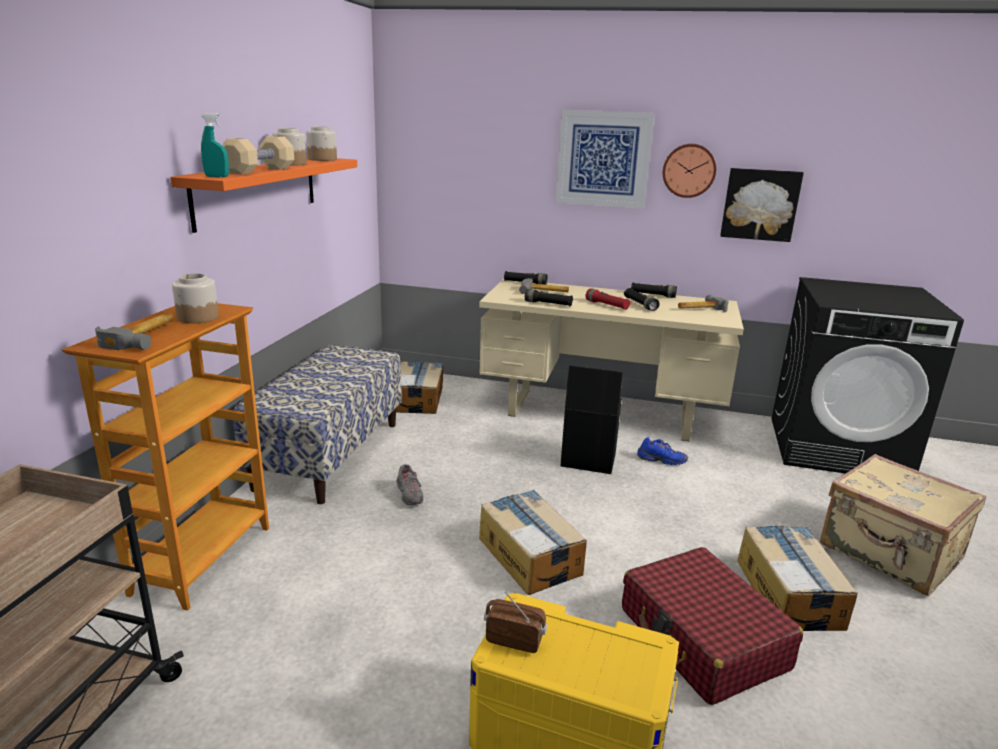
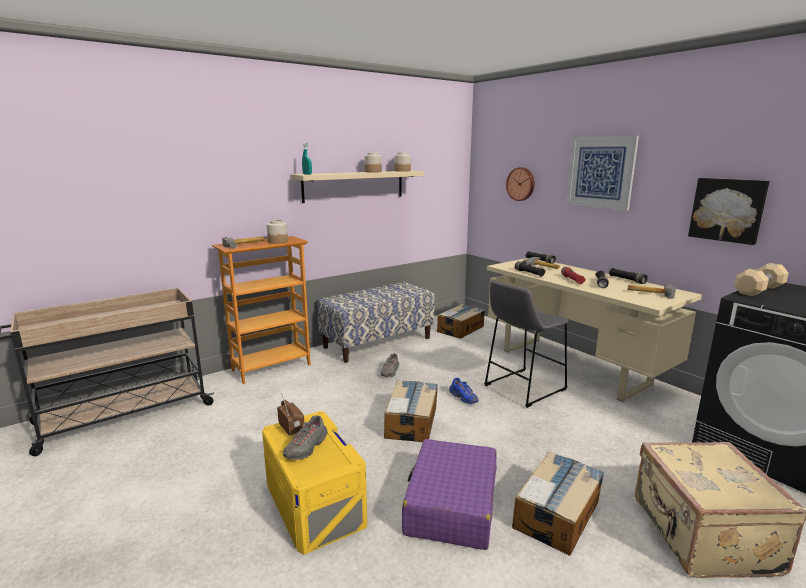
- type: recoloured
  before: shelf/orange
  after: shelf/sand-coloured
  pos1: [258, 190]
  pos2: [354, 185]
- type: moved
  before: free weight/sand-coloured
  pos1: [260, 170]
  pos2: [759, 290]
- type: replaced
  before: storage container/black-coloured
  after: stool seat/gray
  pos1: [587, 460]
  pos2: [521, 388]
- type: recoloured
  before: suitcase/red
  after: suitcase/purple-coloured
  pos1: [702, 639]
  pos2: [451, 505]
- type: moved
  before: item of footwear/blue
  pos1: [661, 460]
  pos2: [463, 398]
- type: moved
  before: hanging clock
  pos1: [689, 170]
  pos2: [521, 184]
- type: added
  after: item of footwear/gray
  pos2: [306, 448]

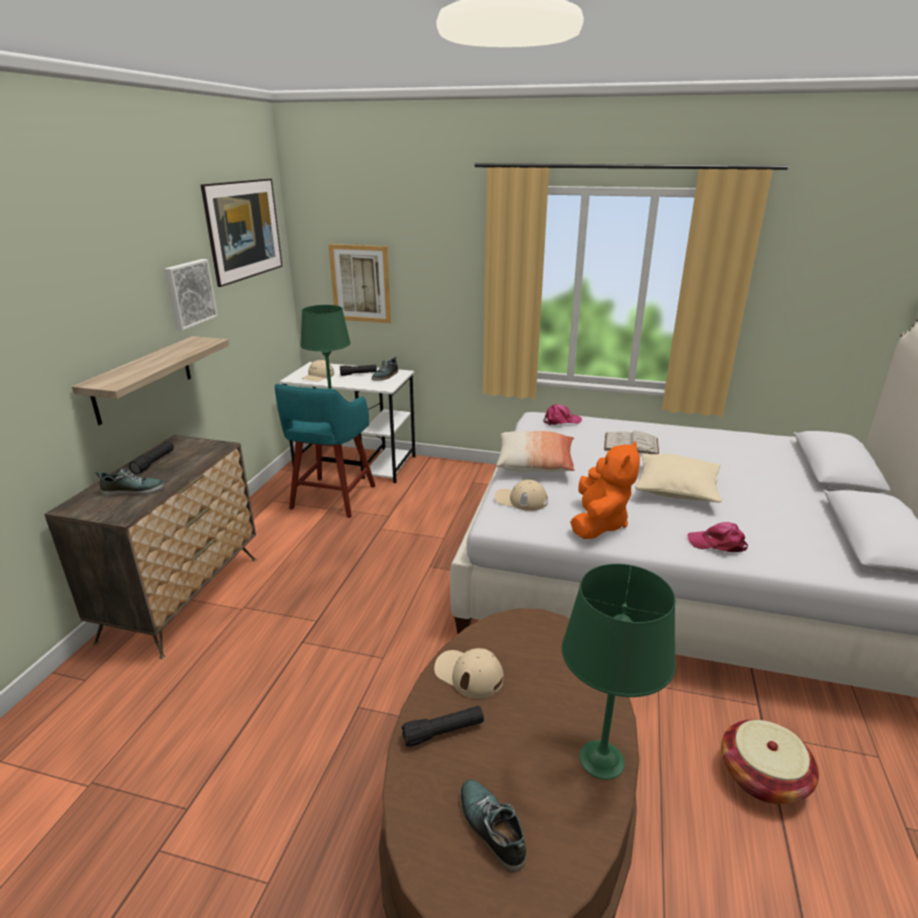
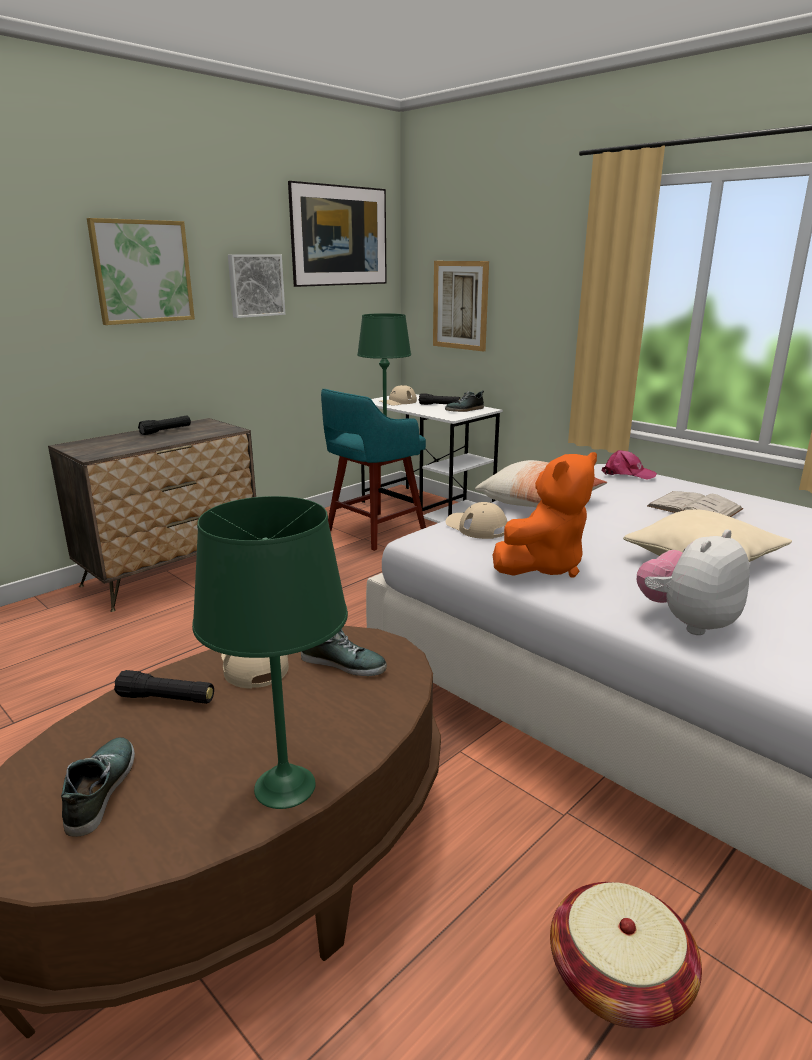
- type: removed
  before: shelf
  pos1: [143, 379]
- type: moved
  before: item of footwear
  pos1: [133, 490]
  pos2: [343, 663]
- type: replaced
  before: baseball cap/pink-coloured
  after: soft toy
  pos1: [717, 543]
  pos2: [687, 622]
- type: added
  after: picture
  pos2: [142, 272]

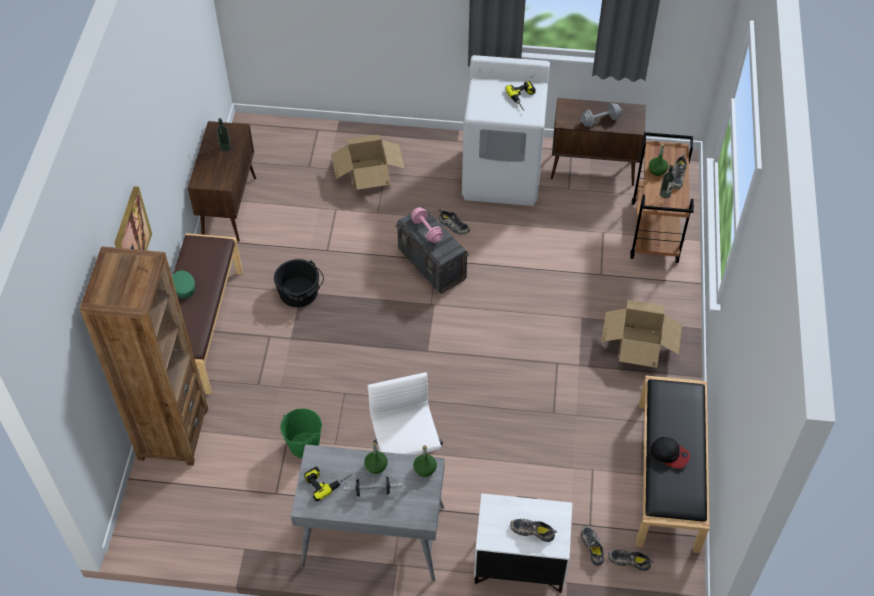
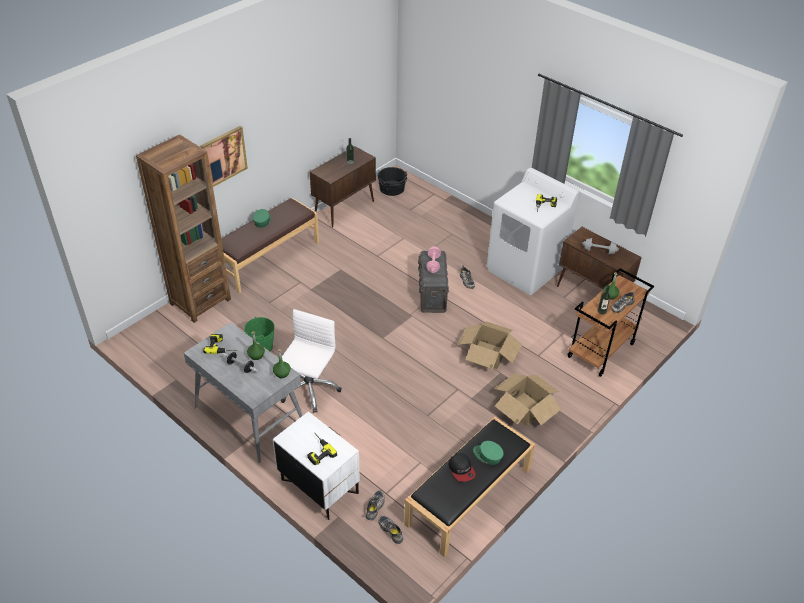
- type: moved
  before: bucket/black-coloured
  pos1: [300, 293]
  pos2: [392, 189]
- type: moved
  before: cardboard box
  pos1: [368, 173]
  pos2: [488, 355]
- type: replaced
  before: item of footwear
  after: electric drill
  pos1: [533, 530]
  pos2: [317, 450]
- type: added
  after: baseball cap/greenish
  pos2: [488, 455]

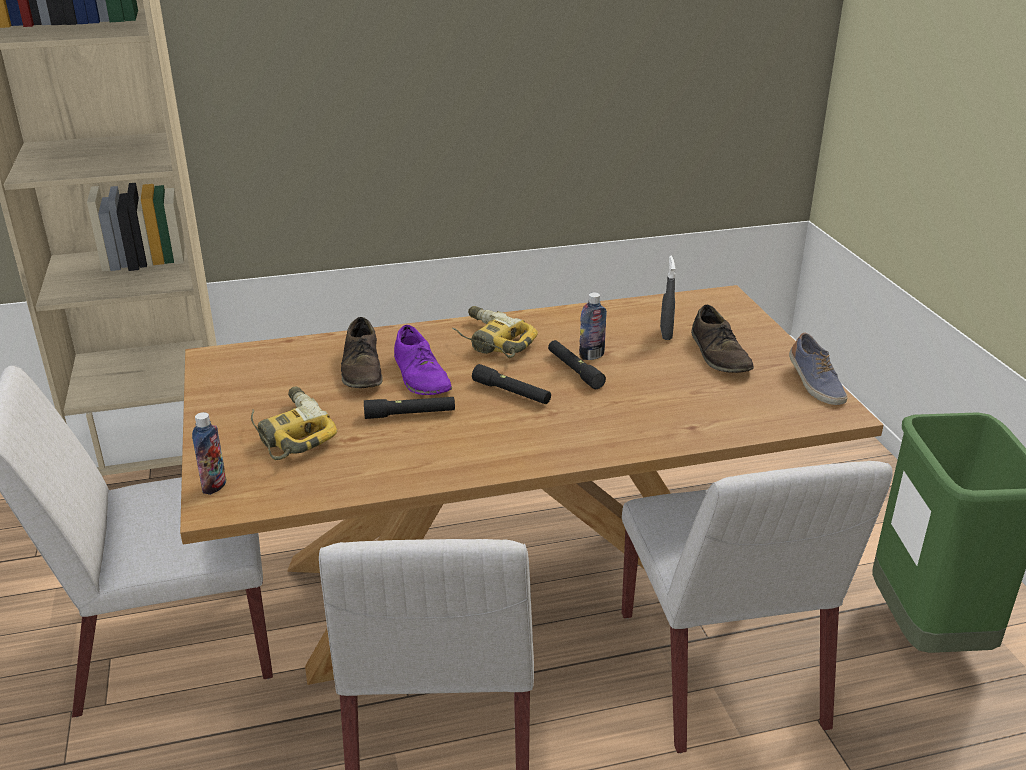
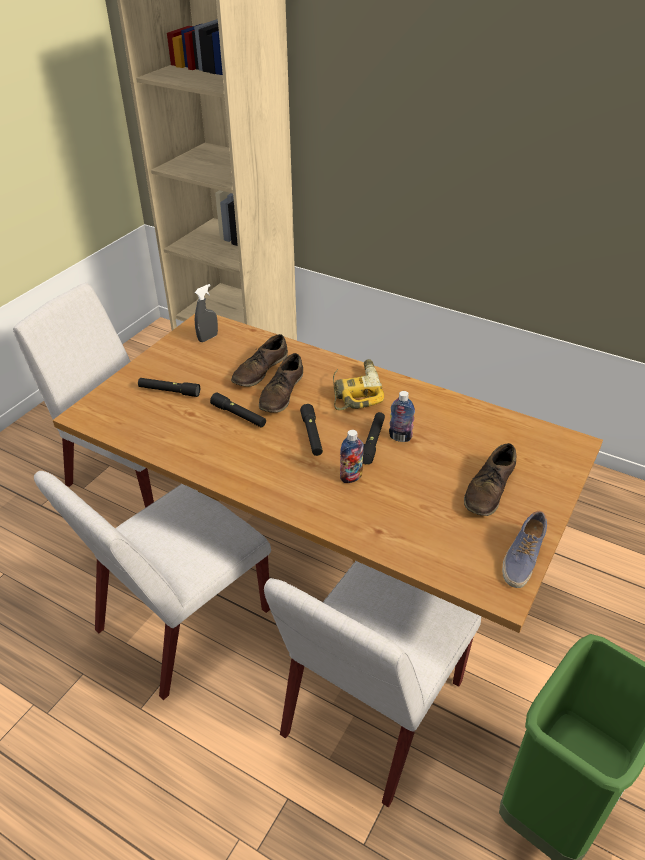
- type: moved
  before: drink bottle
  pos1: [214, 485]
  pos2: [351, 477]
- type: replaced
  before: electric drill
  after: hand torch/black-coloured
  pos1: [289, 433]
  pos2: [169, 391]
- type: recoloured
  before: item of footwear/purple-coloured
  after: item of footwear/brownish
  pos1: [421, 376]
  pos2: [281, 393]
- type: moved
  before: sprayer/gray
  pos1: [666, 334]
  pos2: [208, 338]

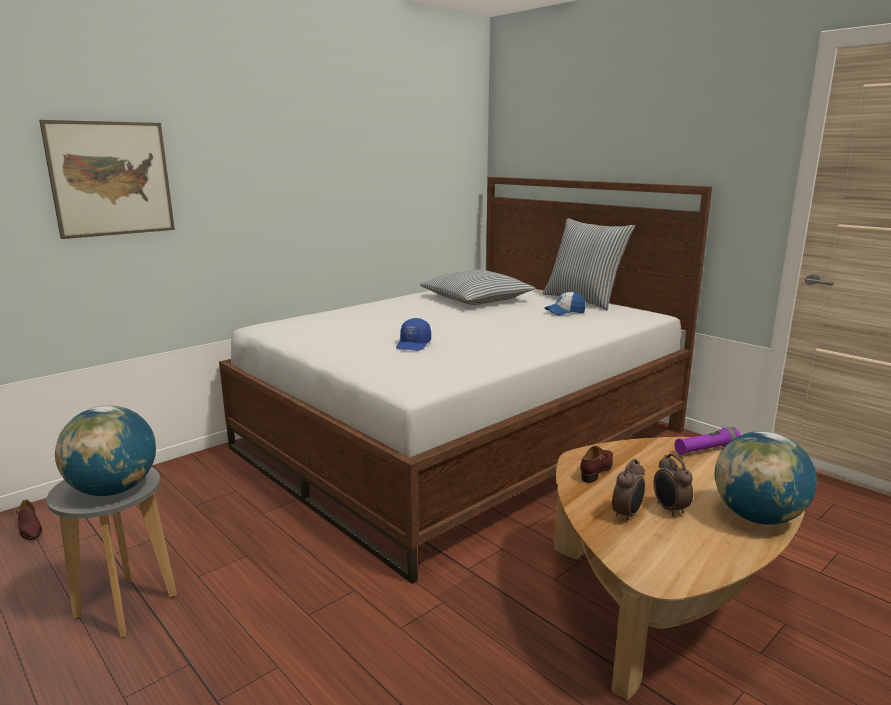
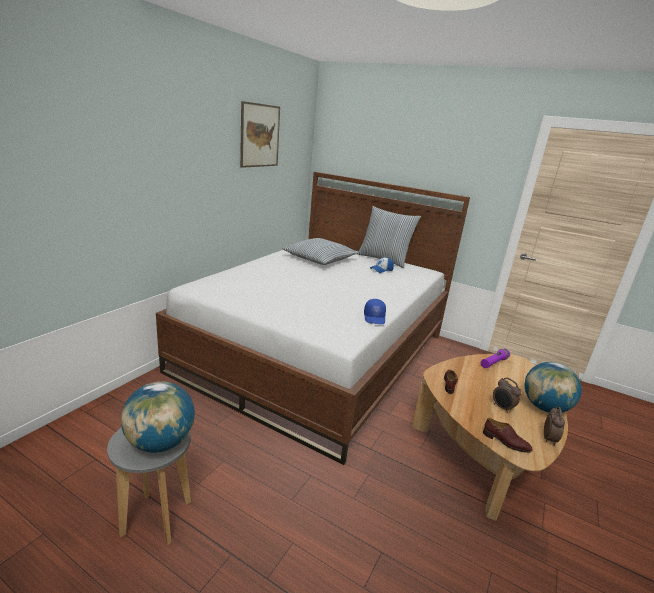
- type: moved
  before: item of footwear/brownish
  pos1: [30, 529]
  pos2: [506, 442]
- type: moved
  before: picture
  pos1: [111, 179]
  pos2: [260, 136]
- type: moved
  before: baseball cap/blue
  pos1: [414, 345]
  pos2: [375, 318]
- type: moved
  before: bedside clock
  pos1: [627, 515]
  pos2: [549, 439]

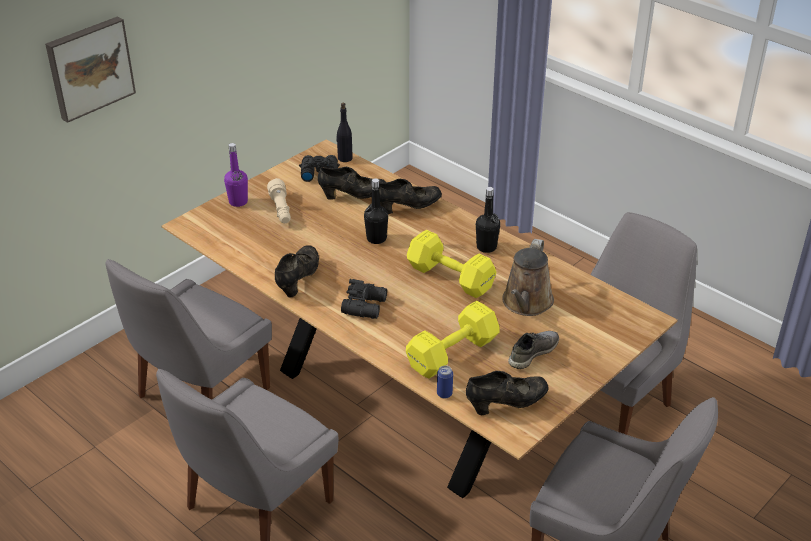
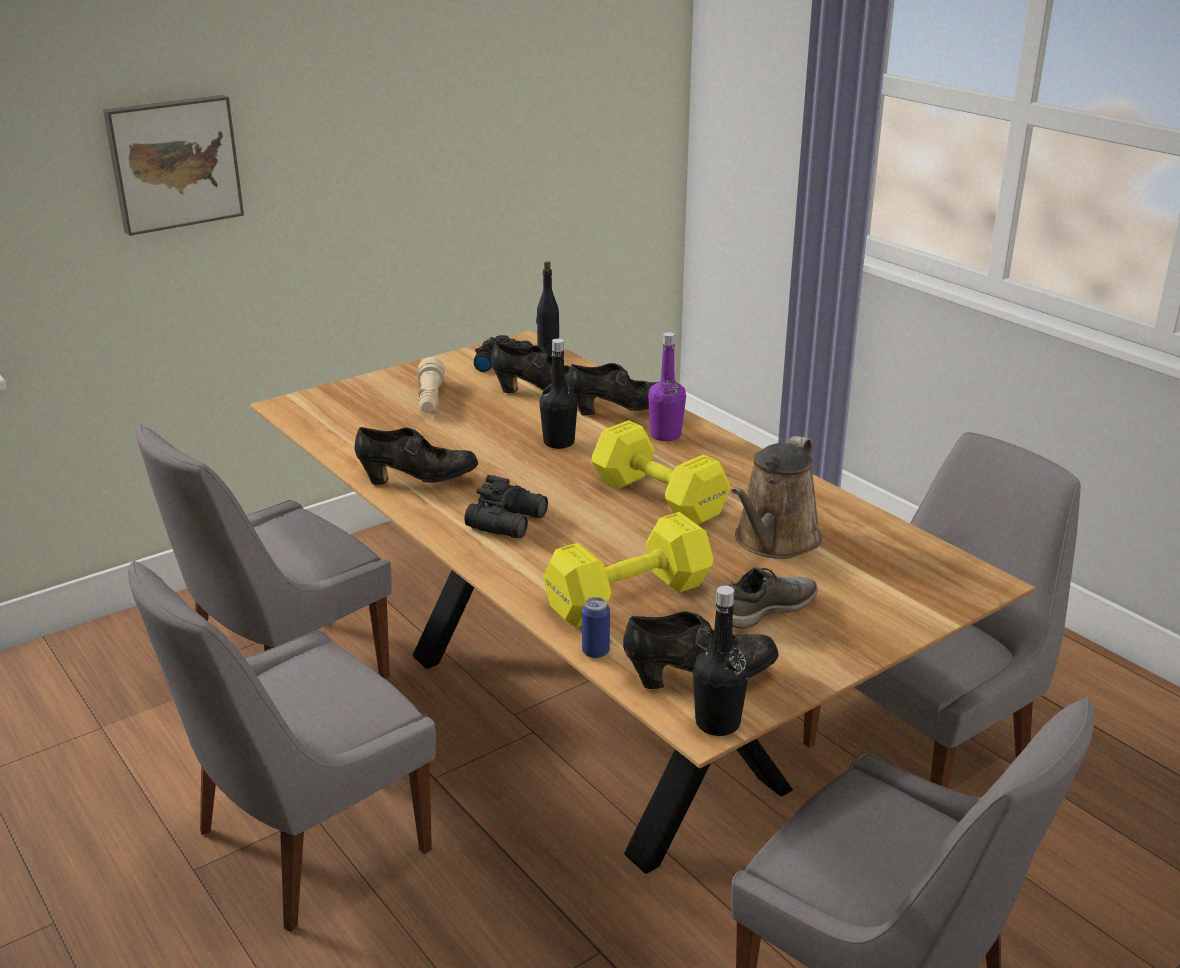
- type: moved
  before: drink bottle/purple-coloured
  pos1: [238, 202]
  pos2: [665, 435]
- type: turned
  before: item of footwear/black-coloured
  pos1: [298, 279]
  pos2: [418, 481]
  turn: 60
- type: moved
  before: drink bottle/black-coloured
  pos1: [486, 247]
  pos2: [717, 723]

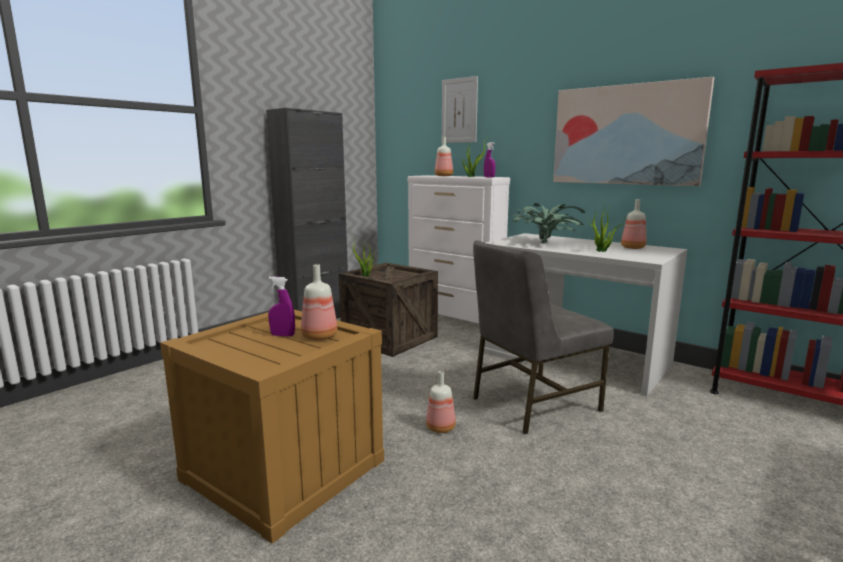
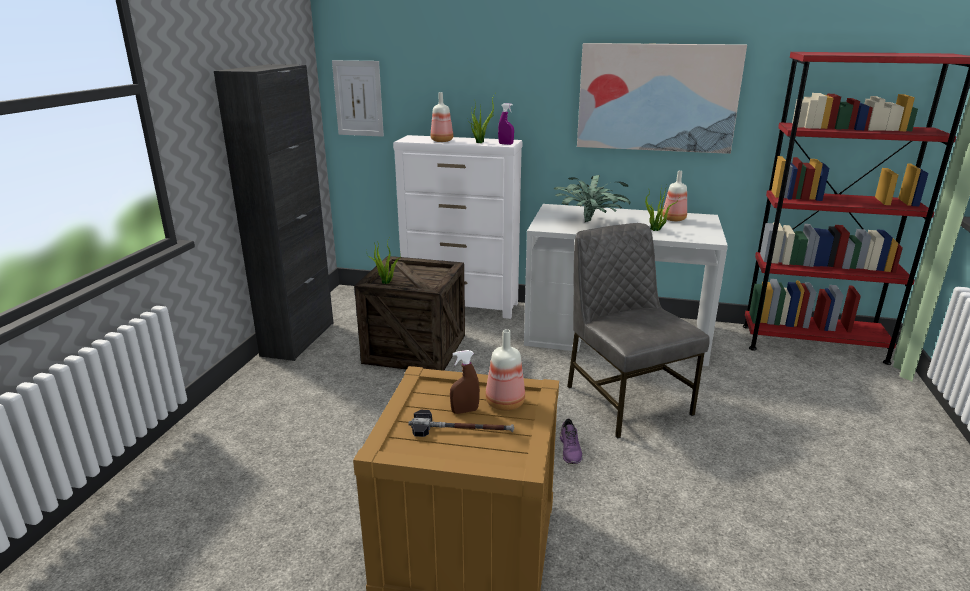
- type: recoloured
  before: sprayer/purple-coloured
  after: sprayer/brownish
  pos1: [282, 335]
  pos2: [465, 411]
- type: replaced
  before: drink bottle
  after: item of footwear/purple-coloured
  pos1: [441, 428]
  pos2: [570, 450]
- type: moved
  before: picture
  pos1: [459, 110]
  pos2: [358, 98]
- type: turned
  before: plain chair/gray
  pos1: [532, 404]
  pos2: [625, 399]
  turn: 120
- type: added
  after: hammer
  pos2: [461, 430]

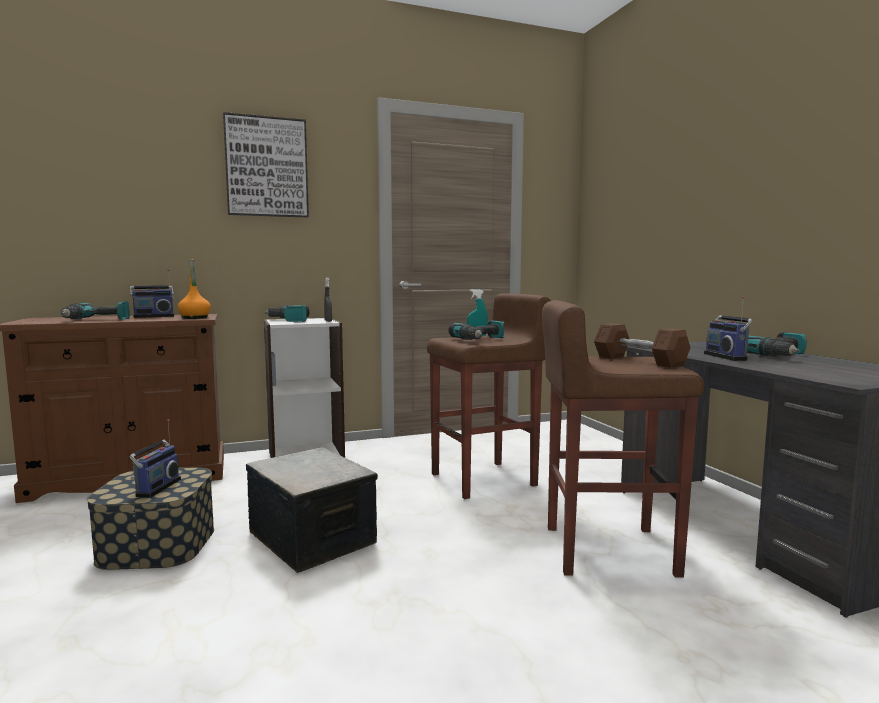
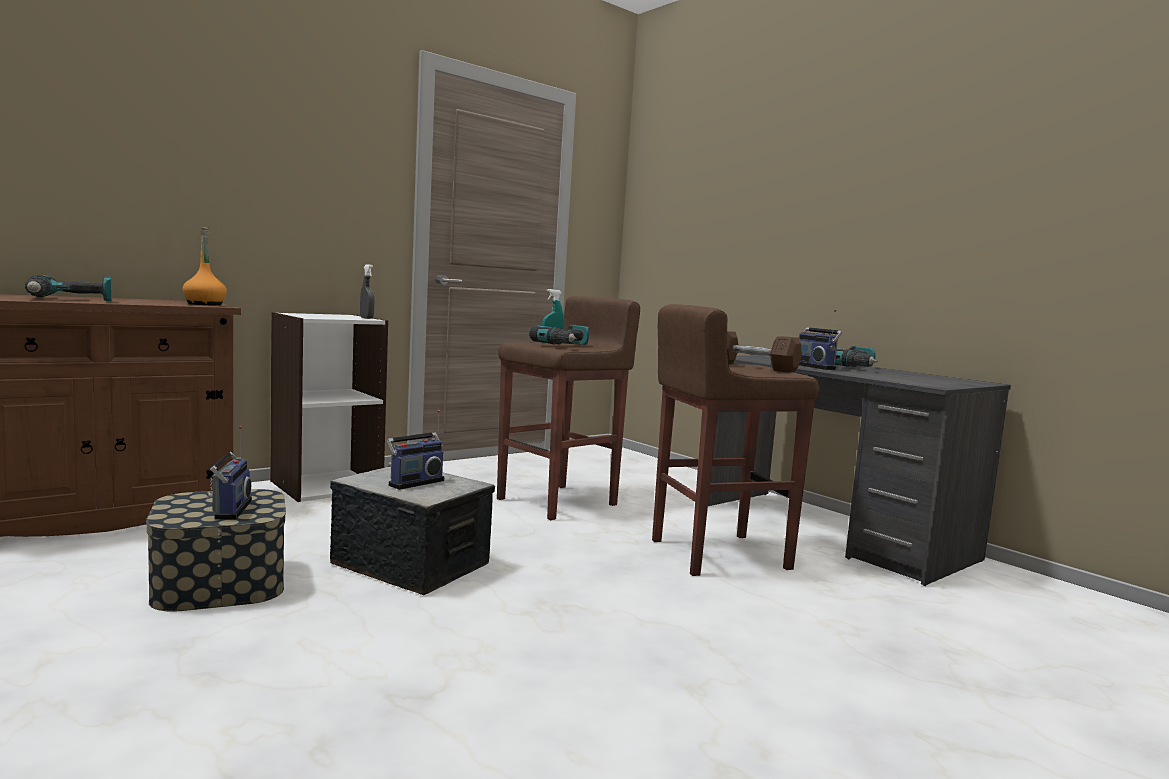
- type: moved
  before: radio
  pos1: [153, 316]
  pos2: [414, 482]
- type: removed
  before: picture
  pos1: [267, 167]
- type: removed
  before: electric drill
  pos1: [289, 320]

